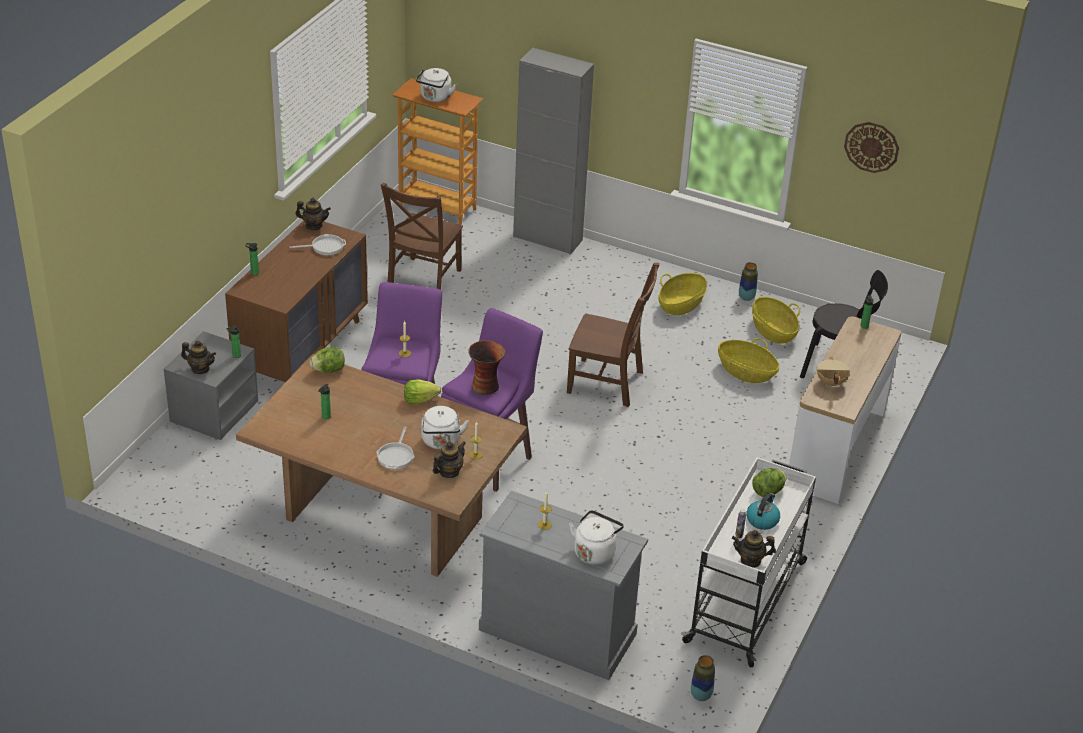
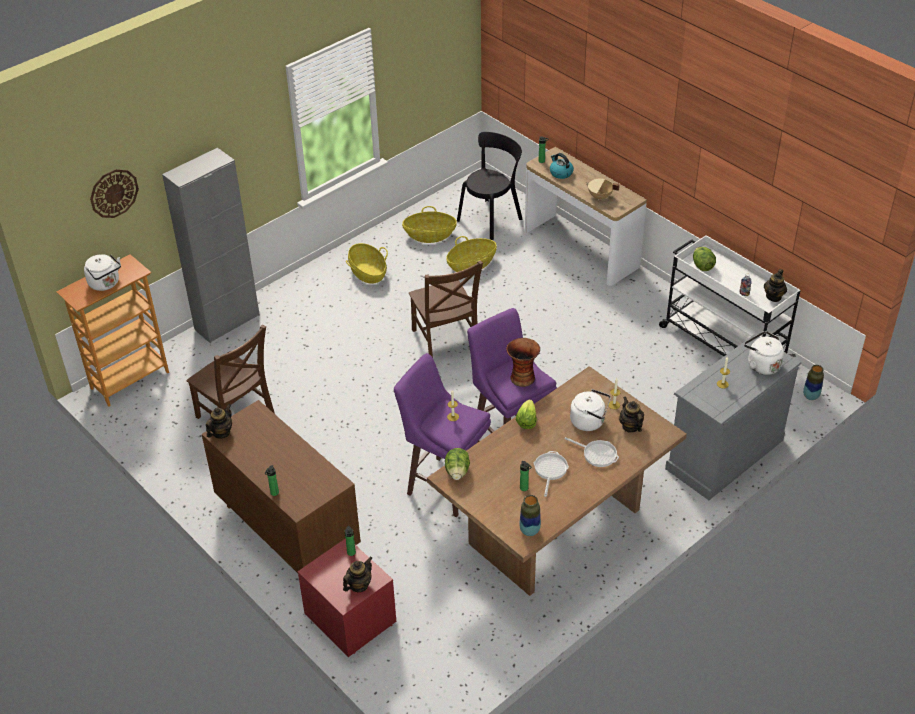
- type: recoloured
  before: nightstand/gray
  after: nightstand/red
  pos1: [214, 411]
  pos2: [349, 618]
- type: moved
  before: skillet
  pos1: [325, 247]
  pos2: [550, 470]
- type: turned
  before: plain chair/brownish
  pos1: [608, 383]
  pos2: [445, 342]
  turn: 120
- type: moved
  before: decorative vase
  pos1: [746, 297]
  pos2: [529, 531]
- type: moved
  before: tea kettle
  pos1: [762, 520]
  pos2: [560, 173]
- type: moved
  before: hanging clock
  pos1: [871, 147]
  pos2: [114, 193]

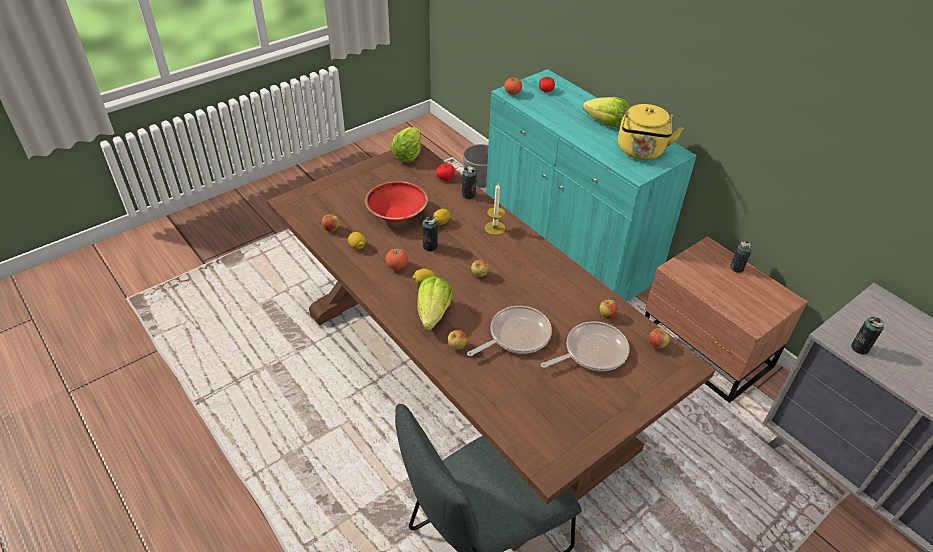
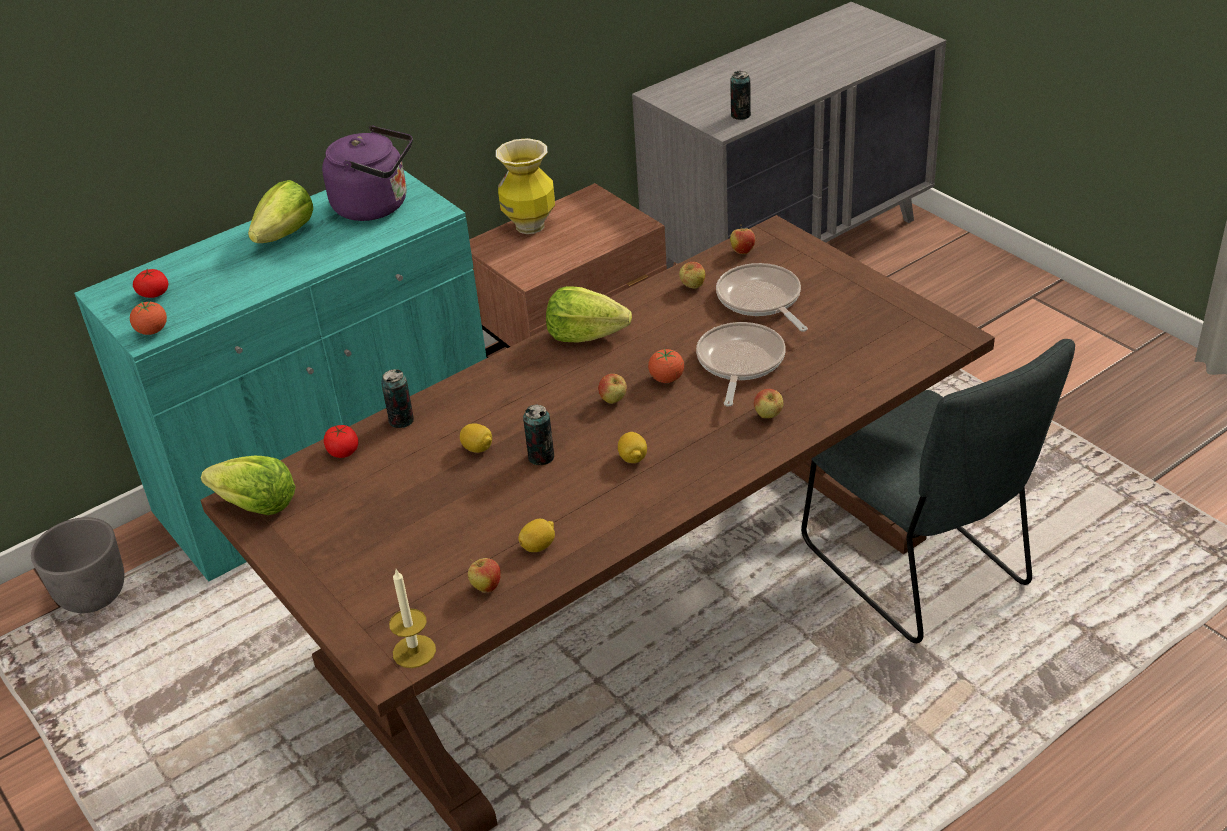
- type: removed
  before: bowl/red
  pos1: [396, 214]
- type: moved
  before: whole tomato
  pos1: [397, 266]
  pos2: [666, 379]
- type: moved
  before: lettuce head
  pos1: [433, 314]
  pos2: [585, 335]
- type: turned
  before: skillet
  pos1: [516, 335]
  pos2: [739, 363]
  turn: 45
- type: moved
  before: candle
  pos1: [495, 228]
  pos2: [414, 651]
- type: recoloured
  before: tea kettle/yellowish
  after: tea kettle/purple-coloured
  pos1: [641, 152]
  pos2: [376, 206]
- type: replaced
  before: can
  after: decorative vase
  pos1: [736, 268]
  pos2: [530, 226]

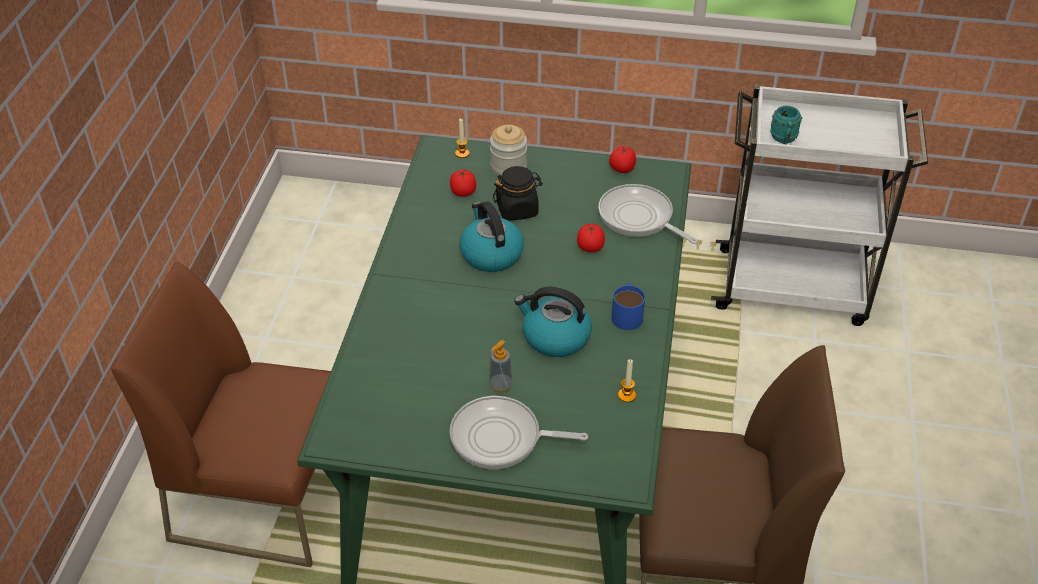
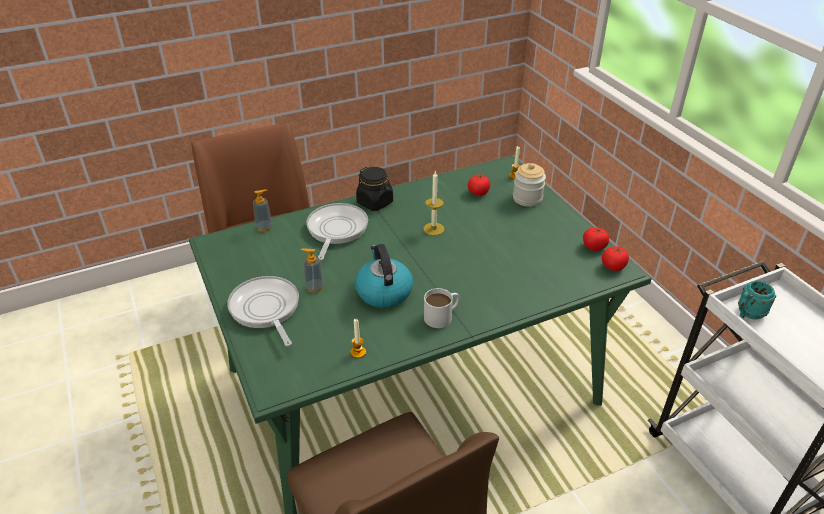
- type: replaced
  before: tea kettle
  after: candle
  pos1: [490, 254]
  pos2: [433, 229]
- type: moved
  before: jar/black-coloured
  pos1: [517, 209]
  pos2: [375, 202]
- type: moved
  before: whole tomato
  pos1: [590, 247]
  pos2: [613, 266]
- type: moved
  before: skillet
  pos1: [639, 218]
  pos2: [336, 230]
- type: recoloured
  before: mug/blue
  after: mug/whitish
  pos1: [627, 314]
  pos2: [442, 316]
- type: added
  after: soap bottle
  pos2: [264, 227]

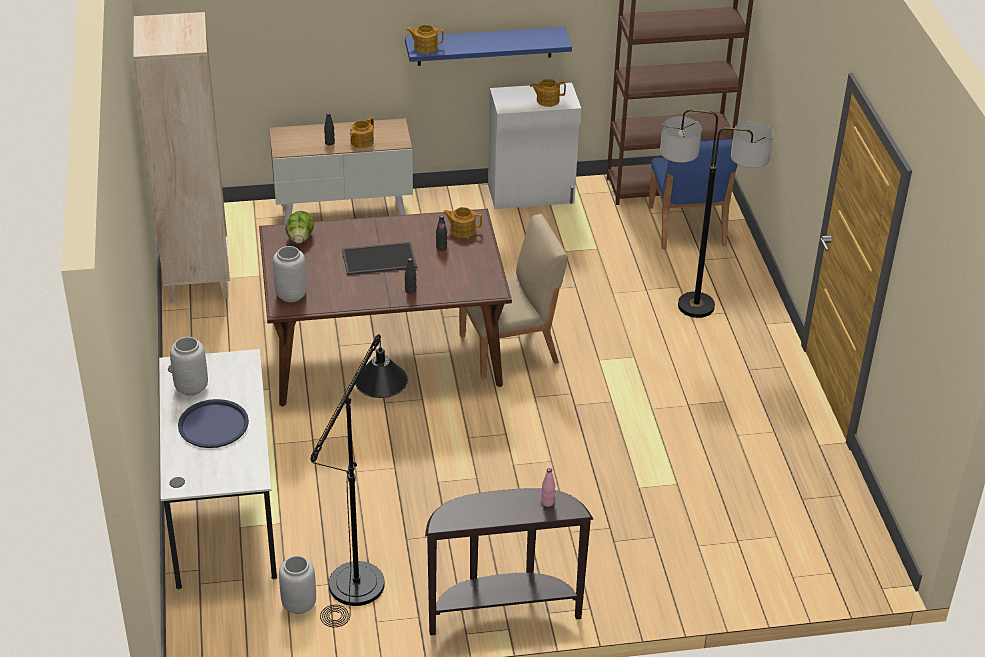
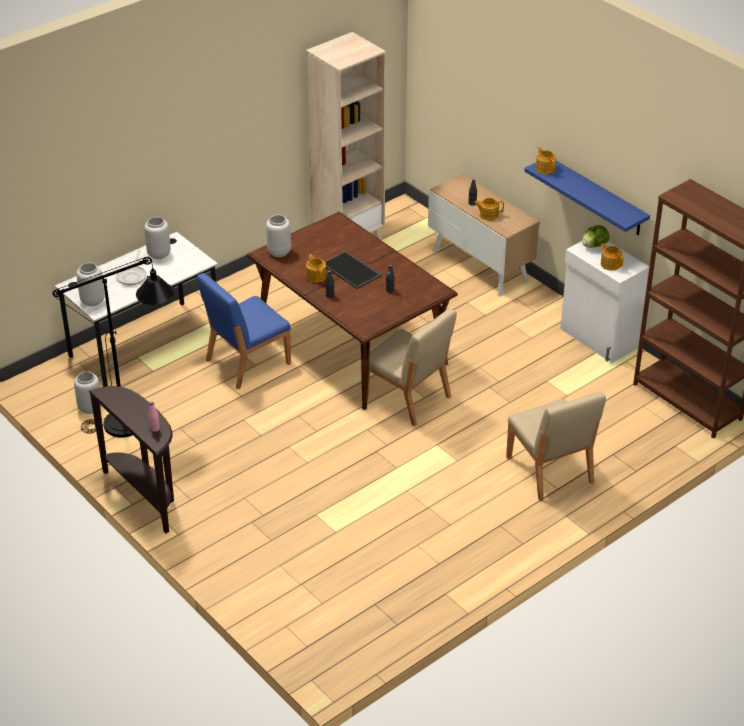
- type: replaced
  before: tray/blue
  after: skillet
  pos1: [213, 425]
  pos2: [132, 276]
- type: moved
  before: lettuce head
  pos1: [300, 238]
  pos2: [594, 245]
- type: moved
  before: tea pot
  pos1: [462, 230]
  pos2: [316, 276]
- type: moved
  before: plain chair/blue
  pos1: [686, 226]
  pos2: [247, 362]
- type: replaced
  before: standard lamp
  after: plain chair/sand-coloured
  pos1: [696, 306]
  pos2: [549, 471]
- type: added
  after: decorative vase/gray
  pos2: [92, 301]

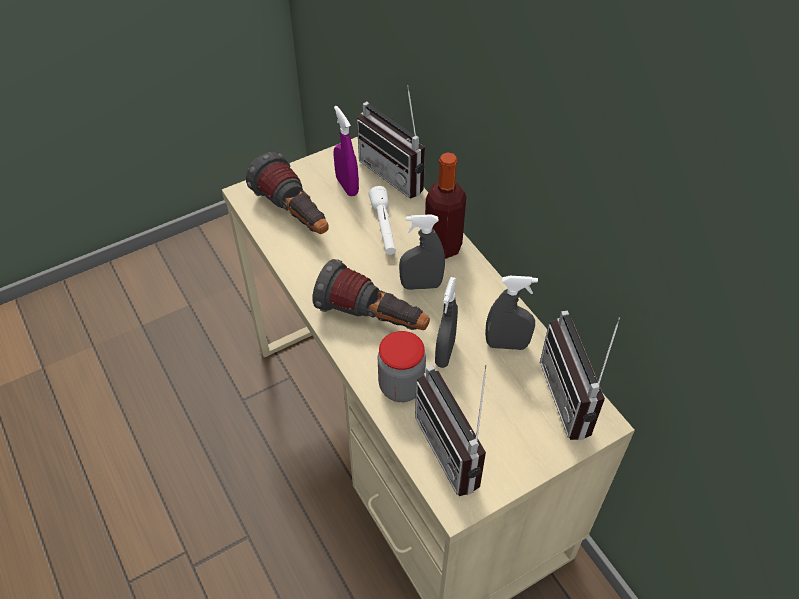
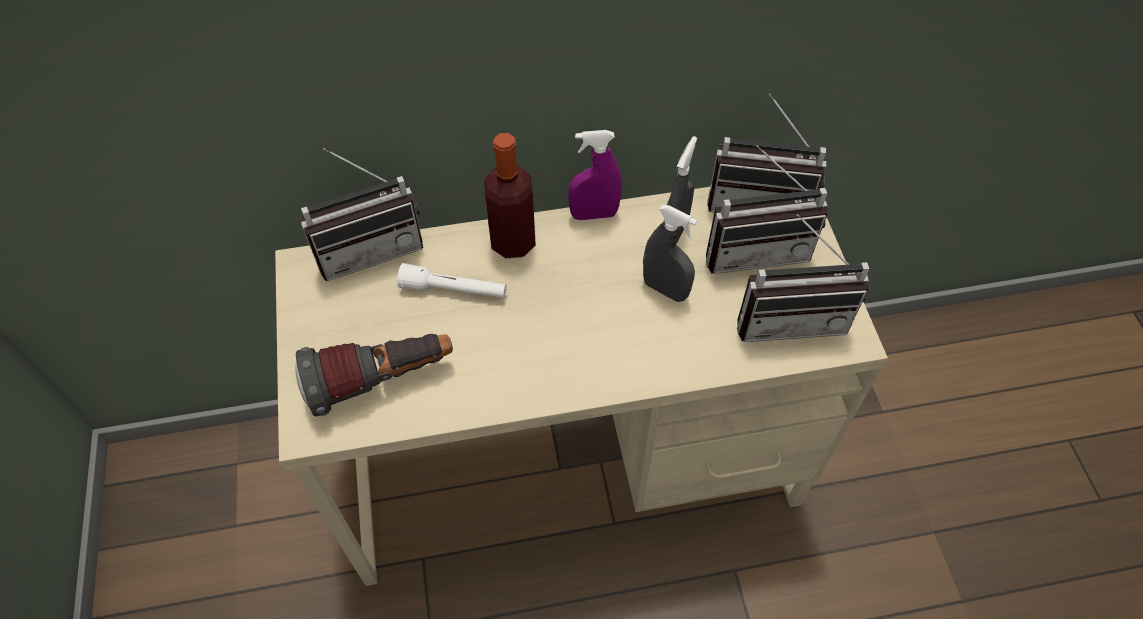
- type: removed
  before: hand torch
  pos1: [373, 319]
- type: moved
  before: sprayer/purple-coloured
  pos1: [347, 186]
  pos2: [594, 214]
- type: removed
  before: jar
  pos1: [401, 386]
- type: removed
  before: sprayer/gray
  pos1: [421, 285]
- type: added
  after: radio
  pos2: [755, 249]

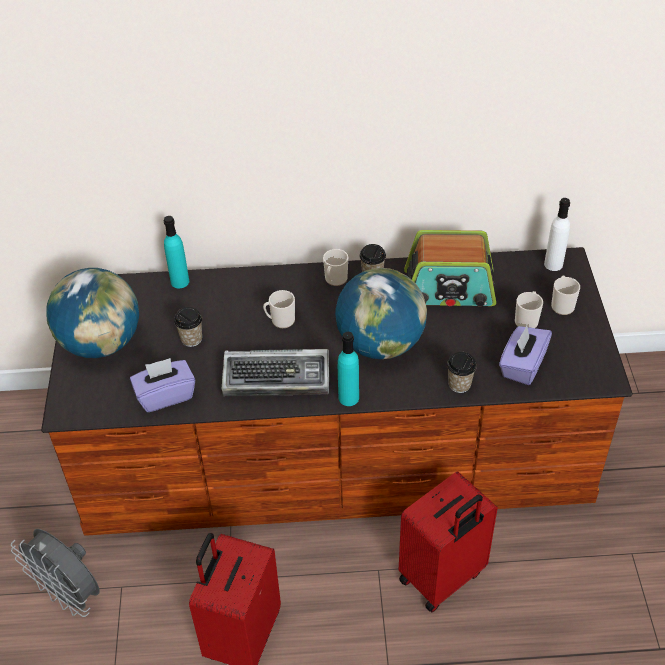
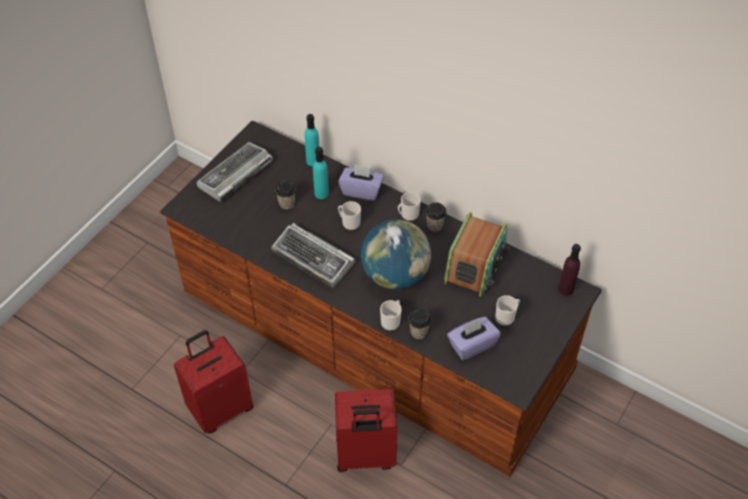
- type: removed
  before: cooling fan/gray
  pos1: [70, 594]
- type: replaced
  before: globe
  after: computer keyboard
  pos1: [101, 343]
  pos2: [235, 176]
- type: moved
  before: tissue holder/purple-coloured
  pos1: [165, 395]
  pos2: [361, 190]
- type: moved
  before: drink bottle/blue-green
  pos1: [348, 398]
  pos2: [321, 193]
- type: turned
  before: radio
  pos1: [449, 289]
  pos2: [476, 264]
  turn: -105
- type: recoloured
  before: drink bottle/whitish
  after: drink bottle/purple-coloured
  pos1: [553, 264]
  pos2: [565, 289]
- type: moved
  before: mug
  pos1: [562, 304]
  pos2: [391, 321]

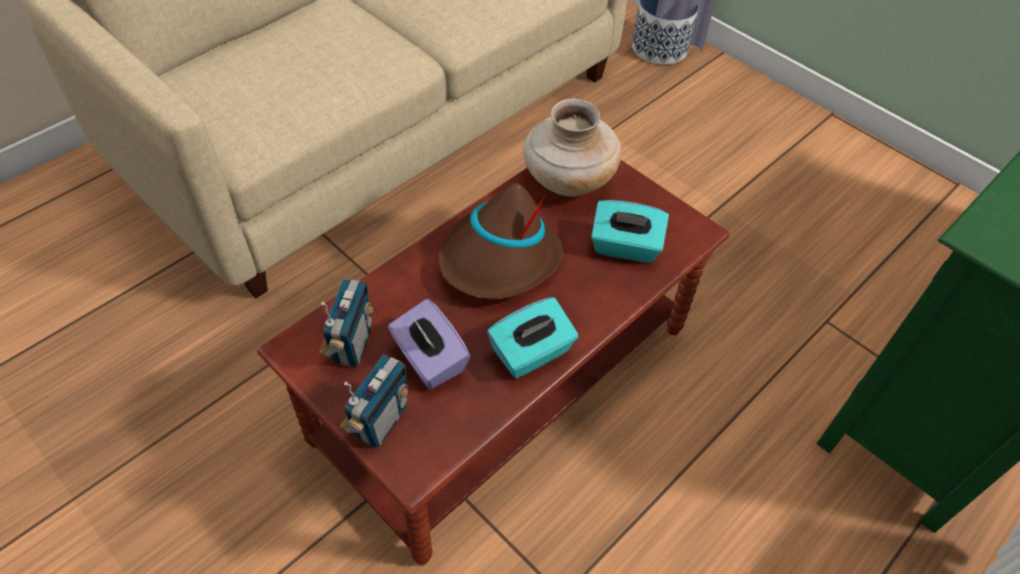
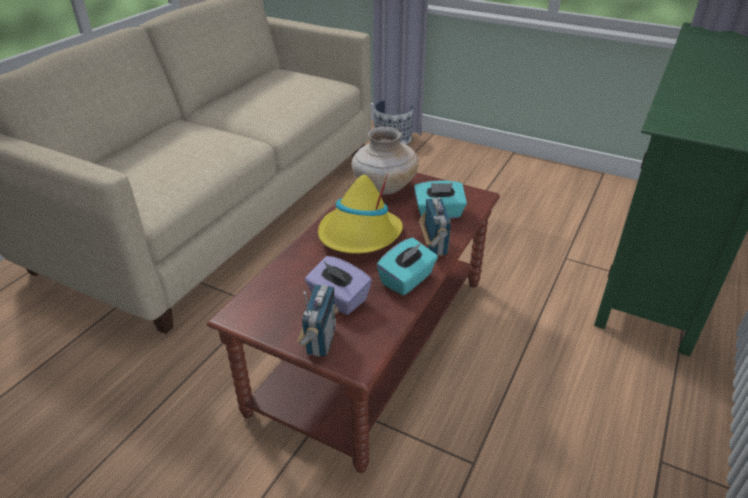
- type: moved
  before: radio
  pos1: [351, 344]
  pos2: [434, 246]
- type: recoloured
  before: hat/brownish
  after: hat/yellowish
  pos1: [499, 260]
  pos2: [359, 236]

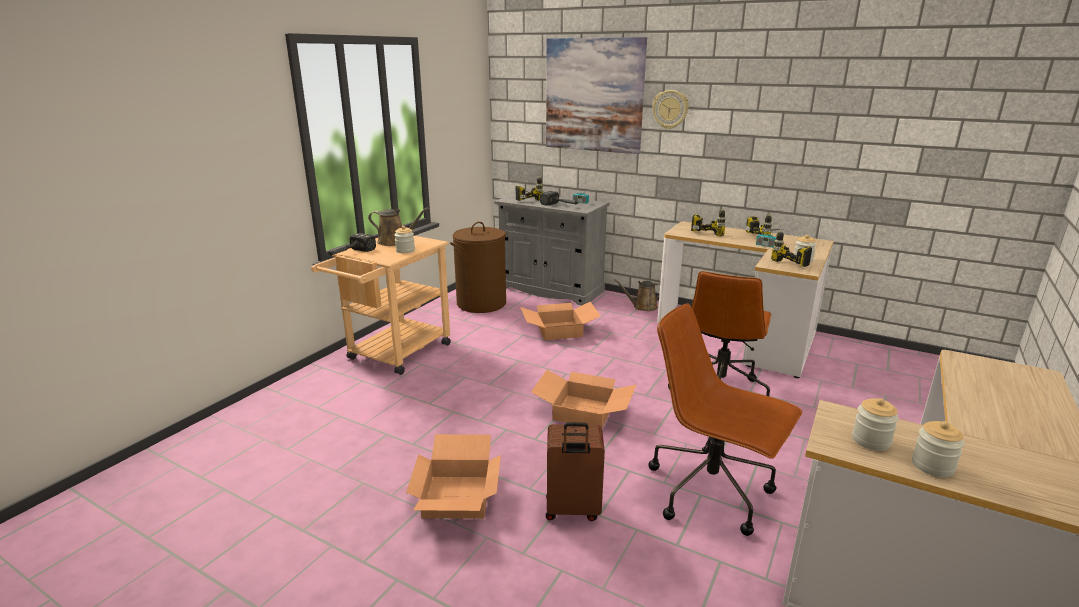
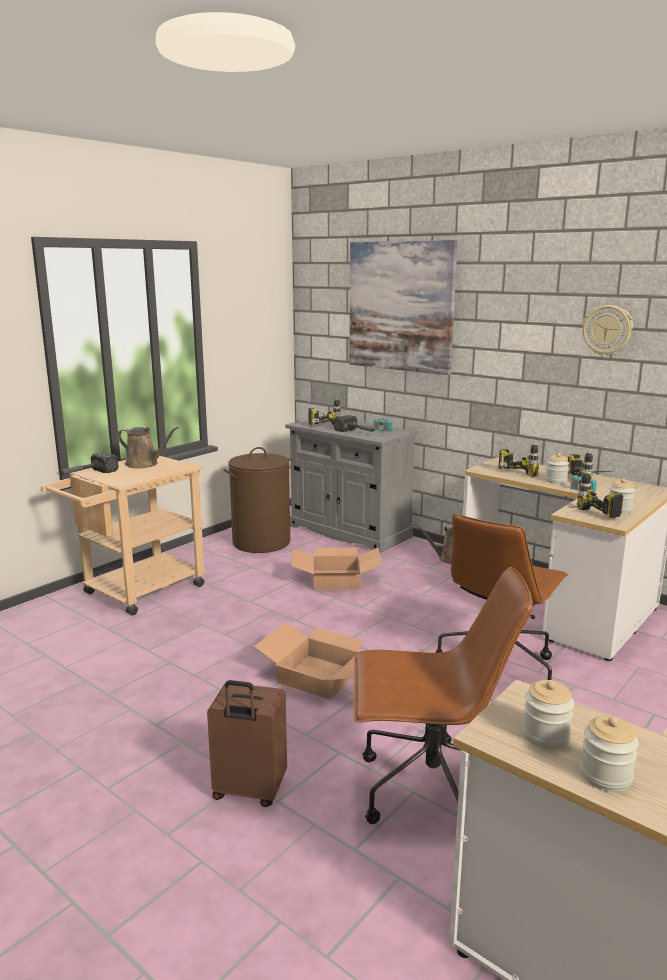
- type: moved
  before: jar
  pos1: [405, 250]
  pos2: [556, 481]
- type: removed
  before: cardboard box
  pos1: [458, 497]
- type: turned
  before: desk chair/brownish
  pos1: [711, 492]
  pos2: [429, 790]
  turn: 135
- type: moved
  before: hanging clock
  pos1: [670, 109]
  pos2: [607, 330]

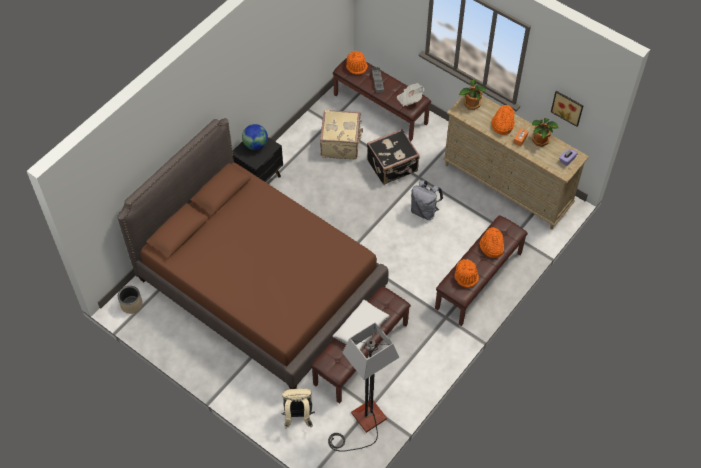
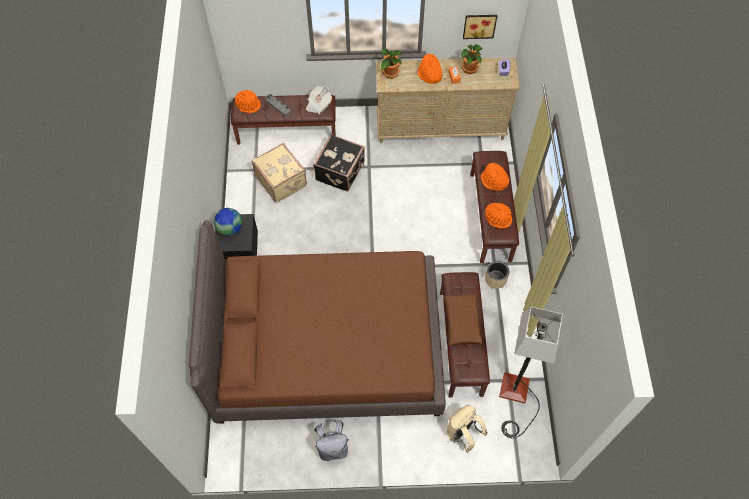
- type: moved
  before: plant pot/sand-coloured
  pos1: [132, 304]
  pos2: [495, 279]
- type: recoloured
  before: pillow/whitish
  after: pillow/brownish
  pos1: [361, 329]
  pos2: [462, 322]
- type: moved
  before: backpack/gray
  pos1: [424, 211]
  pos2: [332, 447]

